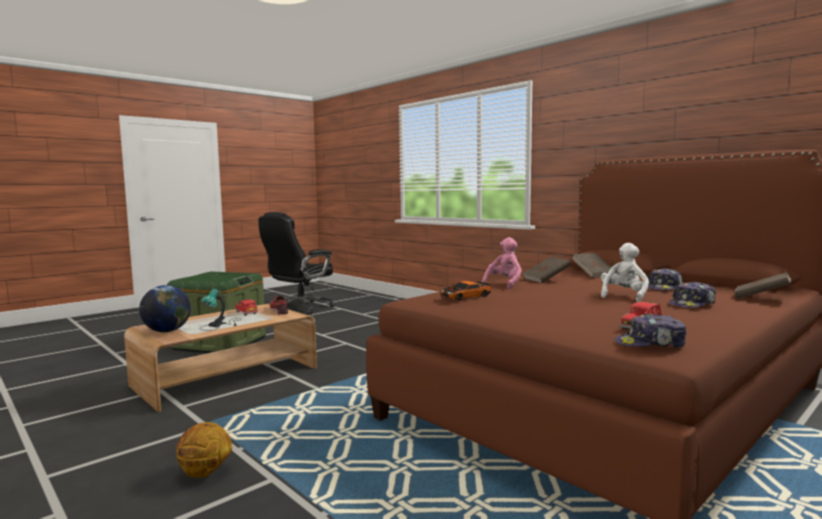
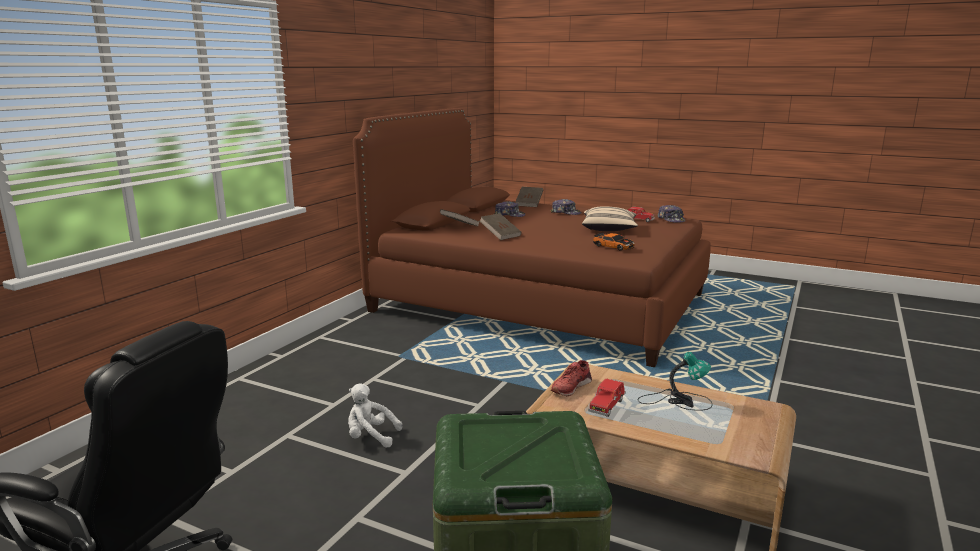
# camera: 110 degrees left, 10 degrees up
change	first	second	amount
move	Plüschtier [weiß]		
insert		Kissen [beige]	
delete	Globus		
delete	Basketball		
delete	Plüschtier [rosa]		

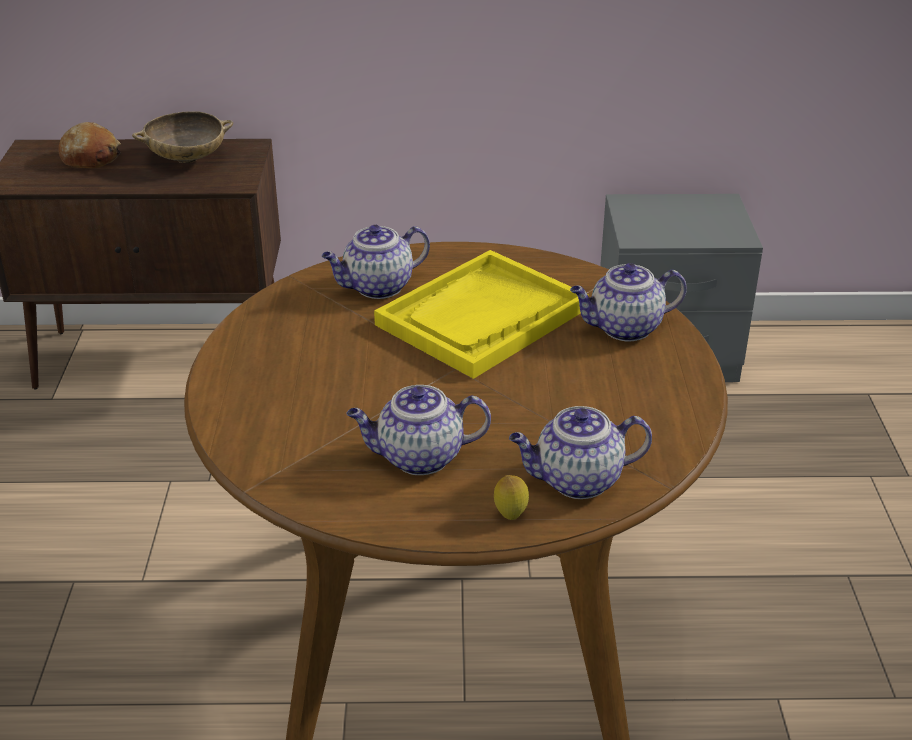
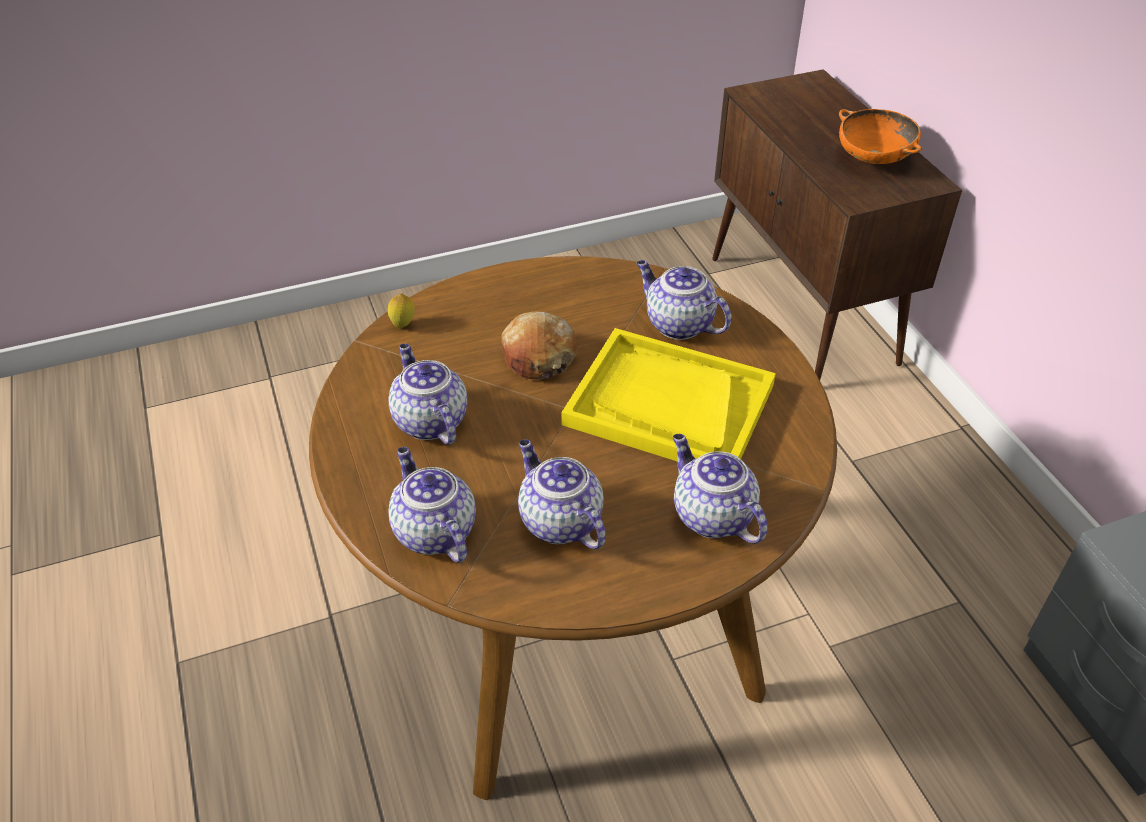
# camera: 70 degrees right, 10 degrees up
change	first	second	amount
move	Zitrone		
move	Brot		
insert		Teekanne (3rd from left)	
recolor	Schüssel [beige]	Schüssel [orange]	

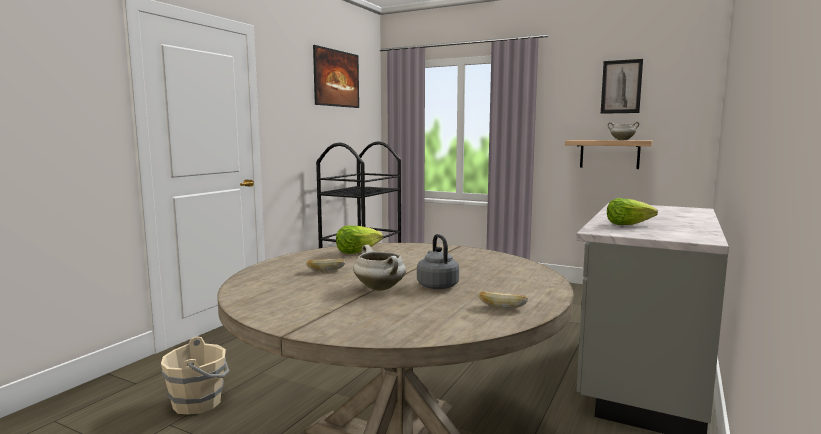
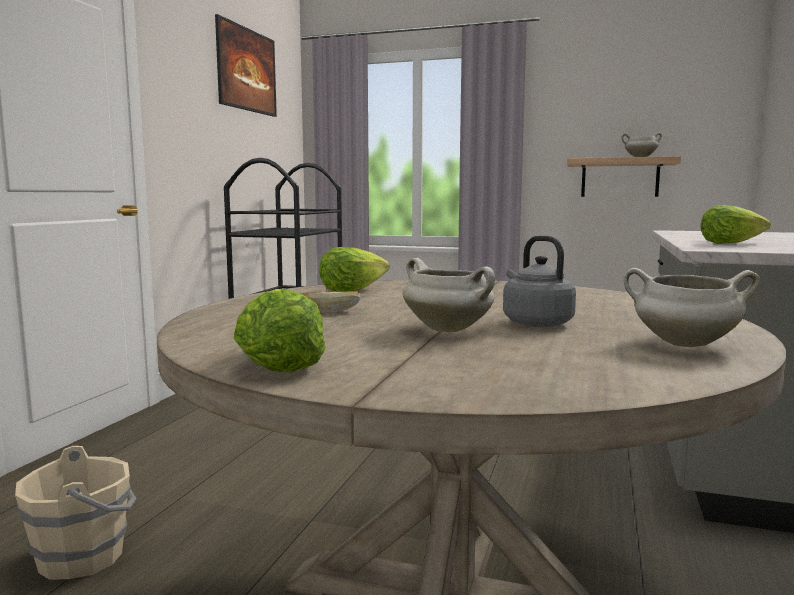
# camera: 10 degrees left, 0 degrees up
change	first	second	amount
insert		Salatkopf (1st from left)	
replace	Brot (2nd from left)	Kochtopf [weiß] (3rd from left)	
delete	Bild (2nd from left)		

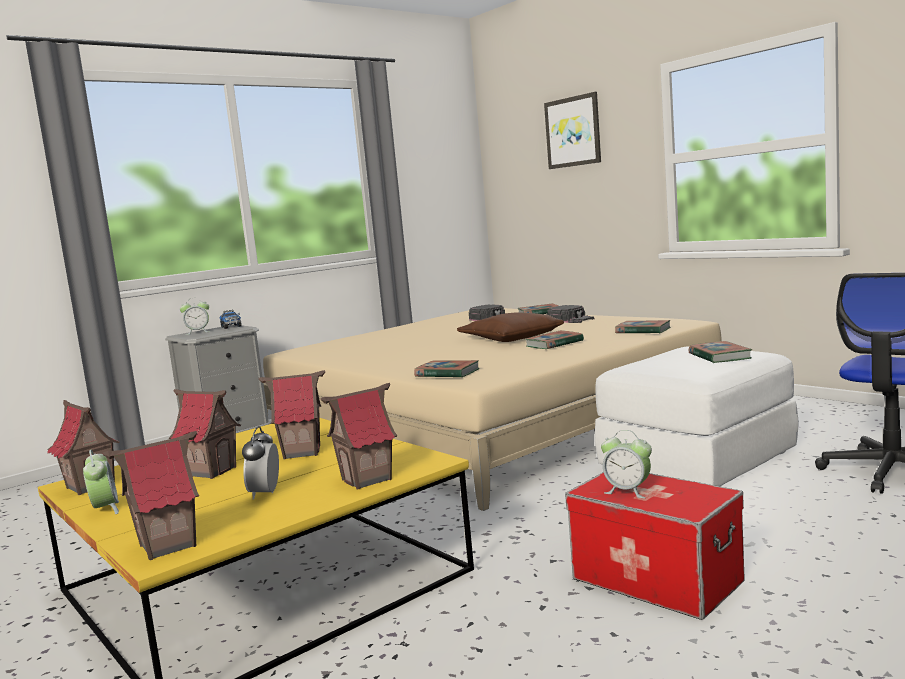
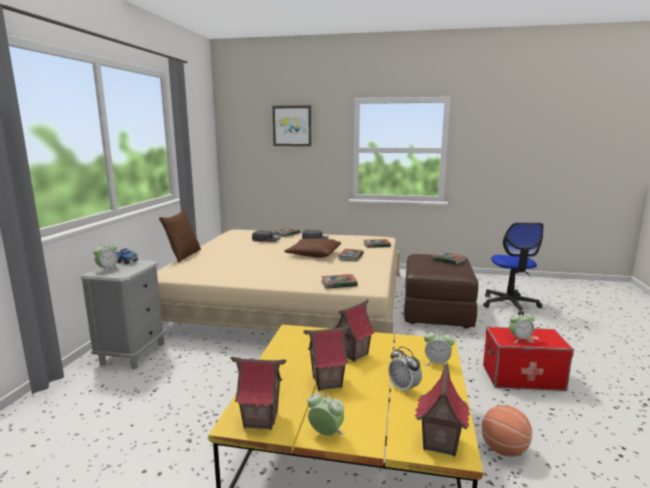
# camera: 40 degrees left, 5 degrees up
change	first	second	amount
insert		Kissen [braun] (1st from left)	
recolor	Polsterhocker [weiß]	Polsterhocker [braun]	
replace	Spielzeughaus (5th from left)	Wecker (4th from left)	
insert		Basketball	

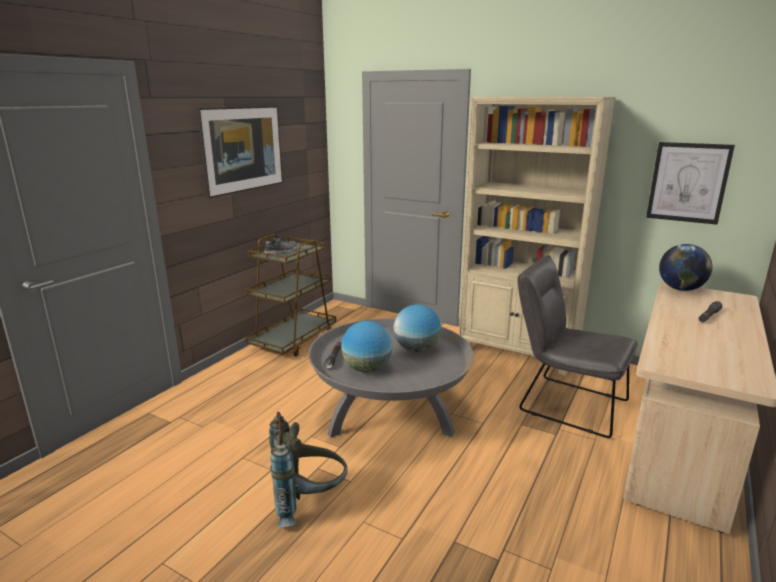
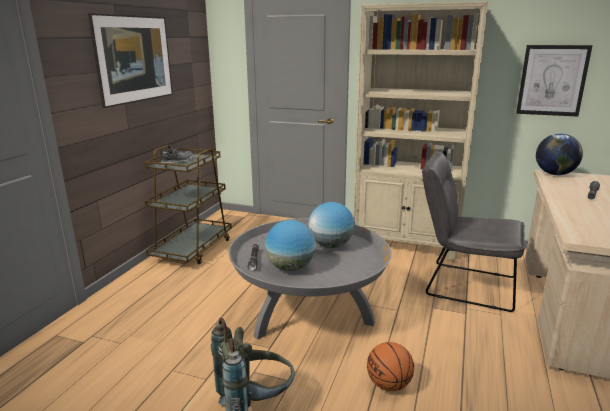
# camera: 10 degrees left, 0 degrees up
change	first	second	amount
insert		Basketball	

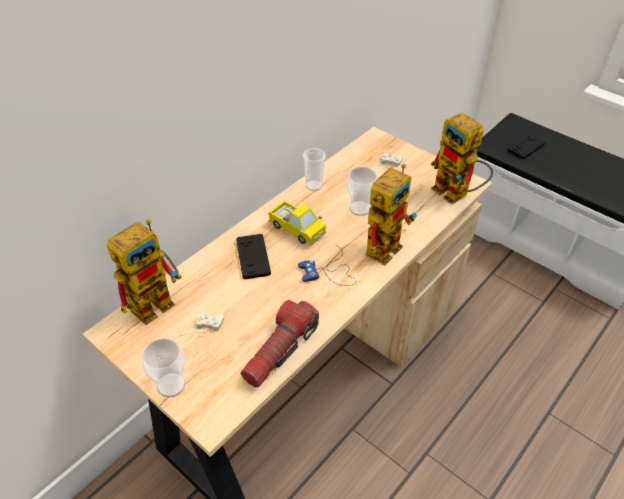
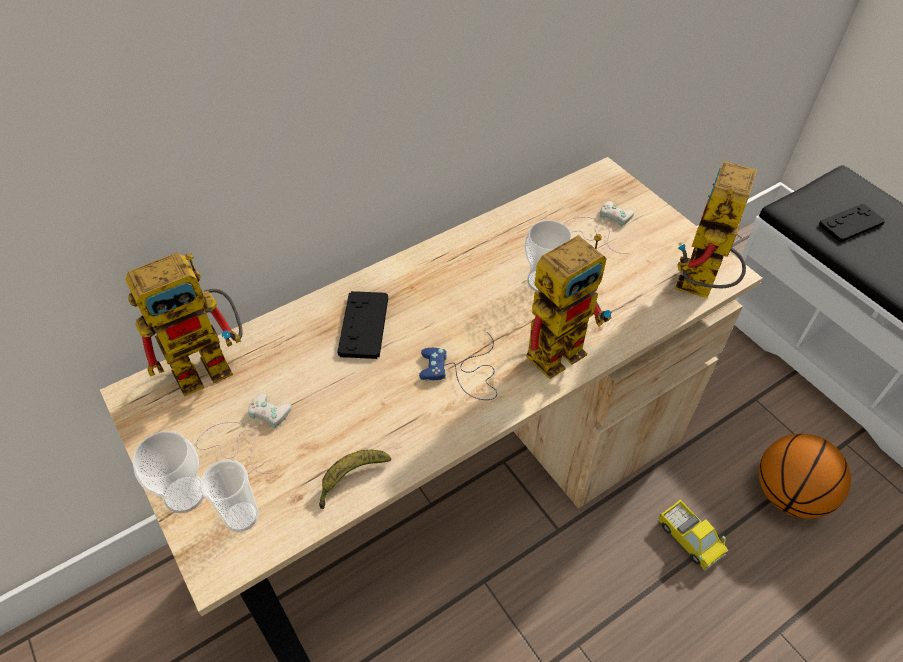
# camera: 15 degrees right, 5 degrees up
change	first	second	amount
move	Tasse (2nd from left)		
replace	Taschenlampe	Banane	
move	Spielzeuglaster		
rotate	Spielzeugroboter (3rd from left)		45 degrees clockwise
insert		Basketball	

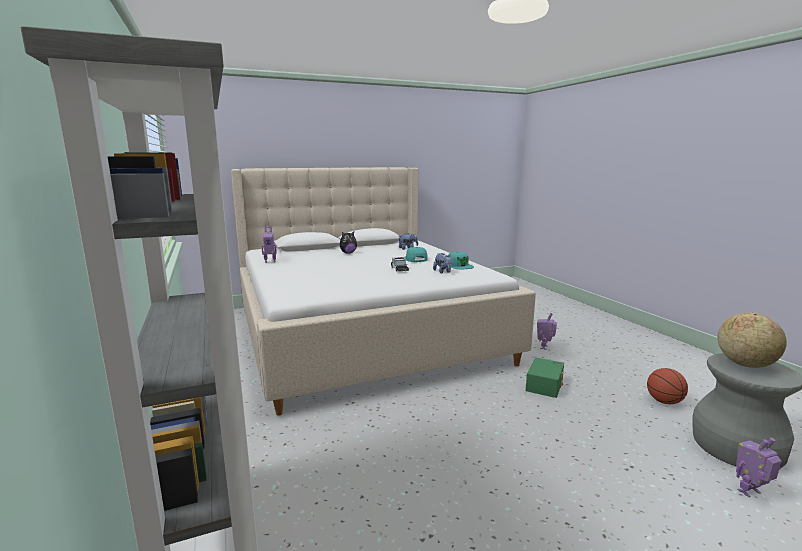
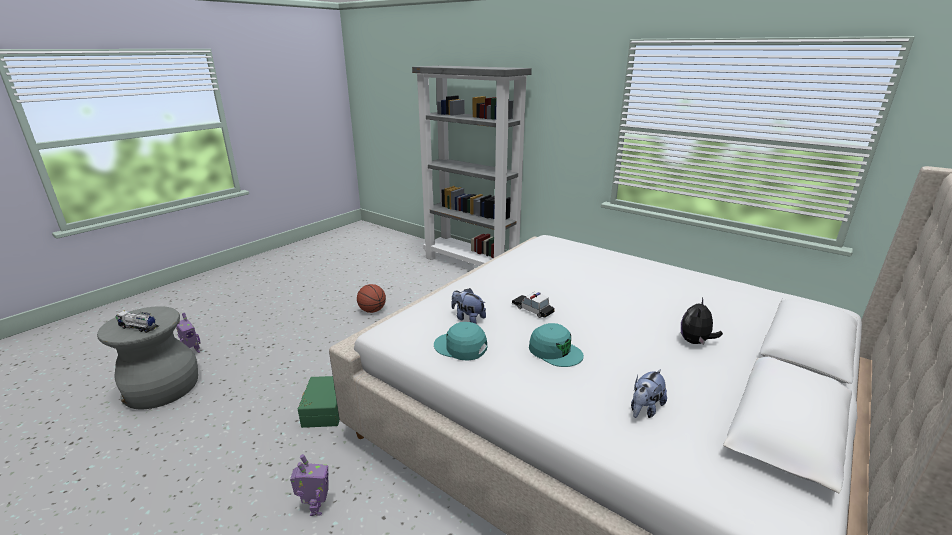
# camera: 150 degrees right, 10 degrees up
change	first	second	amount
replace	Globus	Spielzeuglaster	
move	Basketball		
delete	Spielzeugroboter (1st from left)		

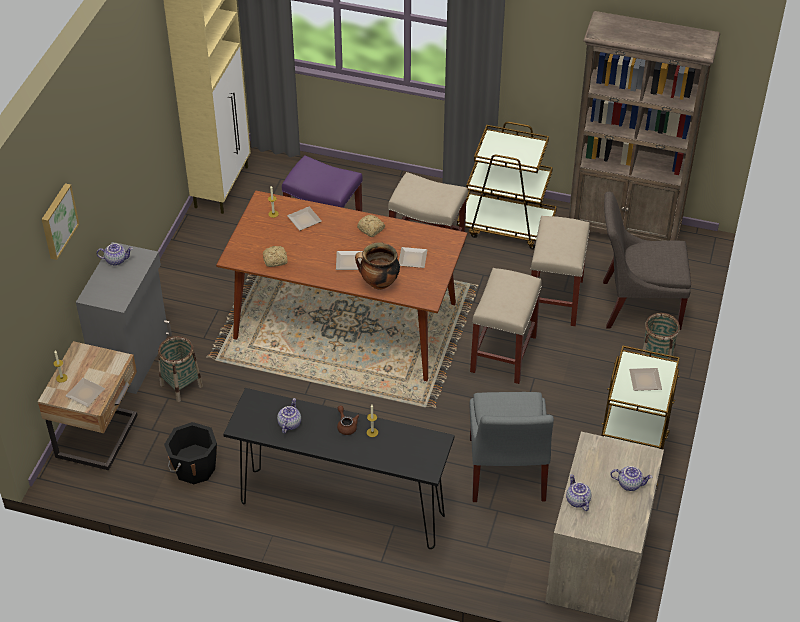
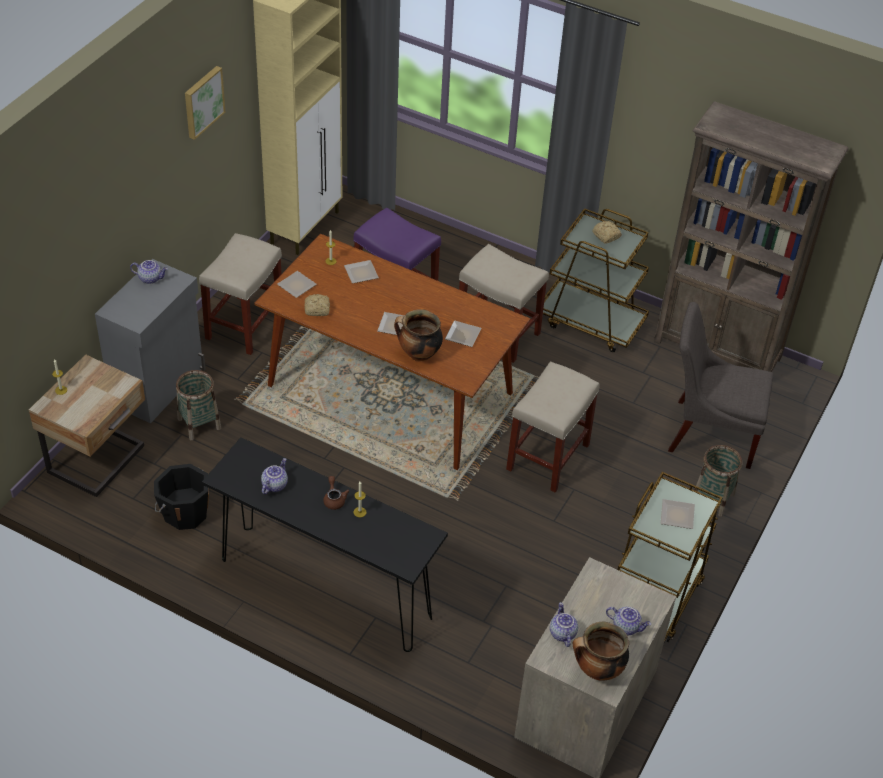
# camera: 10 degrees right, 0 degrees up
change	first	second	amount
move	Bild		
move	Hocker [beige] (3rd from left in the first image)	Hocker [beige] (1st from left)	
move	Teller (1st from left)		
insert		Kochtopf (2nd from left)	
move	Brot (2nd from left)		
delete	Stuhl [grau] (1st from left)		

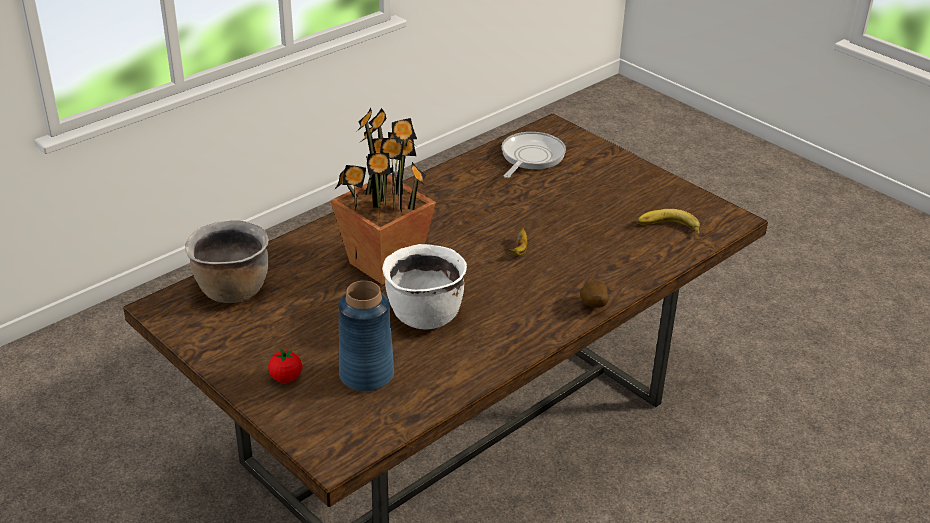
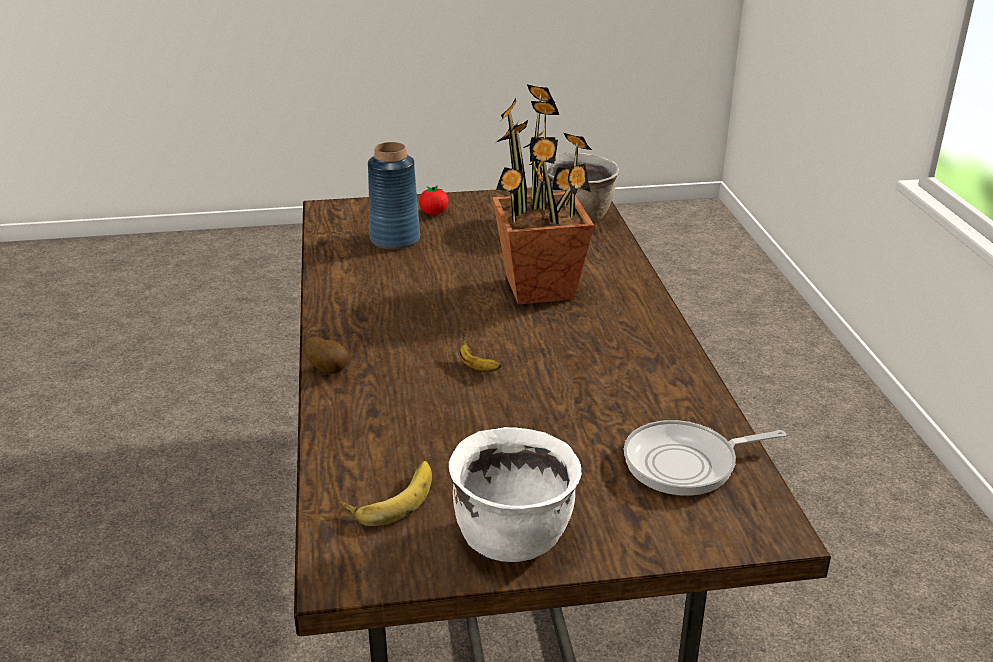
# camera: 125 degrees right, 5 degrees down
change	first	second	amount
move	Kochtopf [weiß]		
rotate	Pfanne		105 degrees clockwise

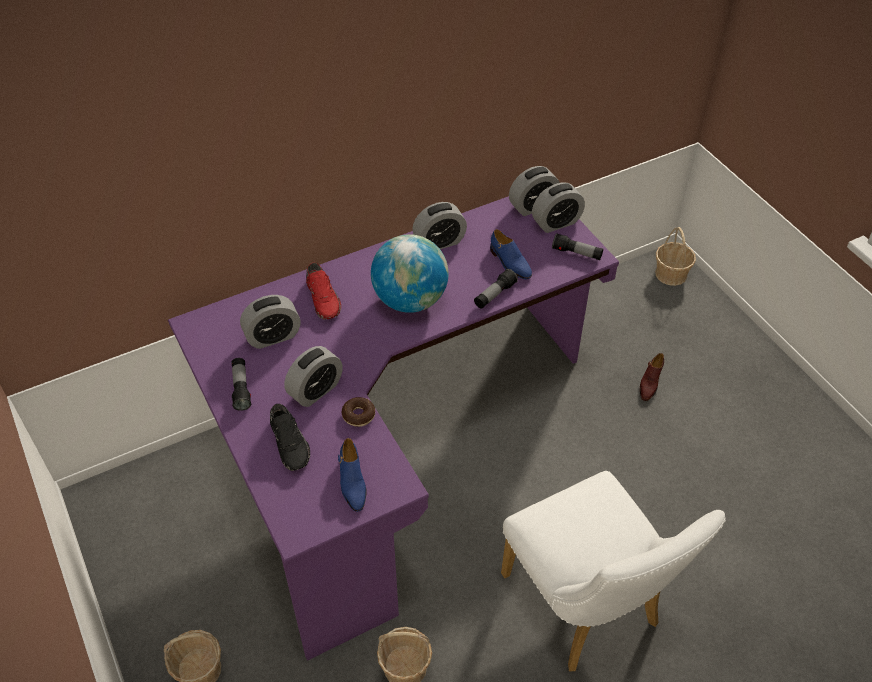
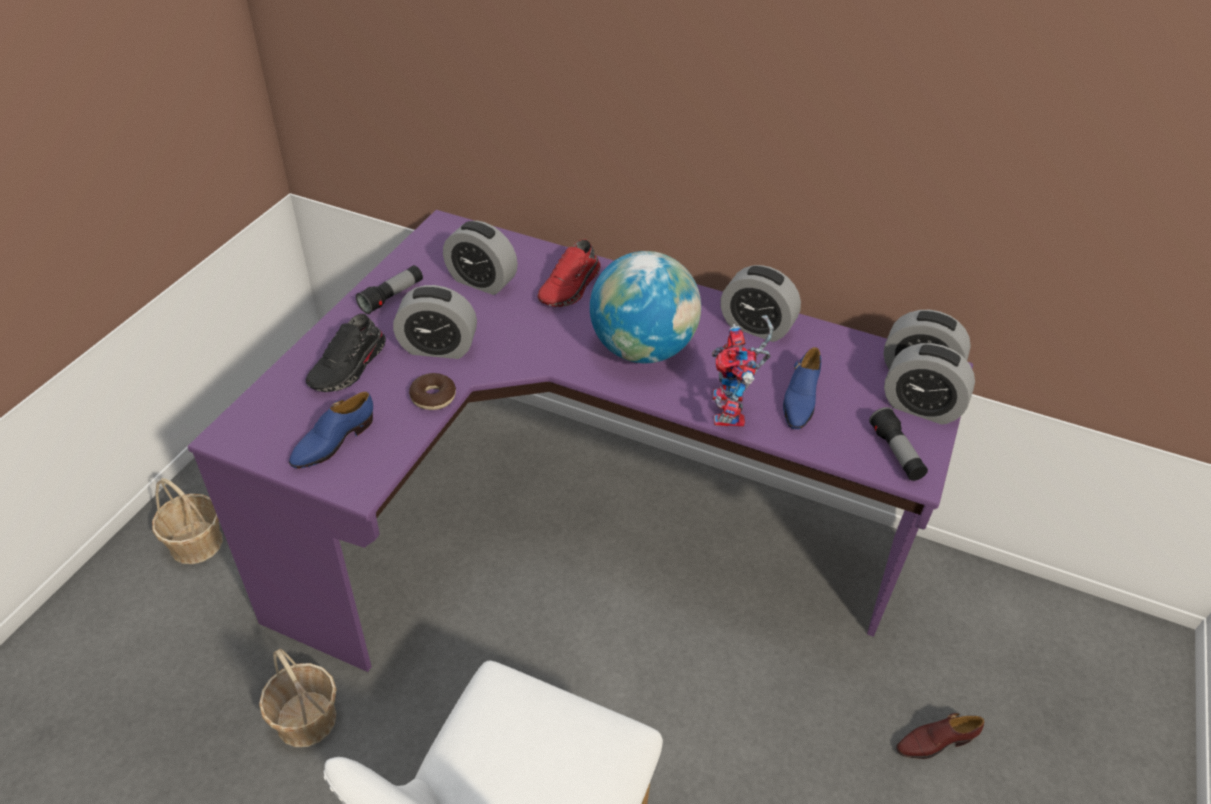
# camera: 50 degrees right, 5 degrees down
change	first	second	amount
replace	Taschenlampe (2nd from left)	Spielzeugroboter	
delete	Korb (3rd from left)		

